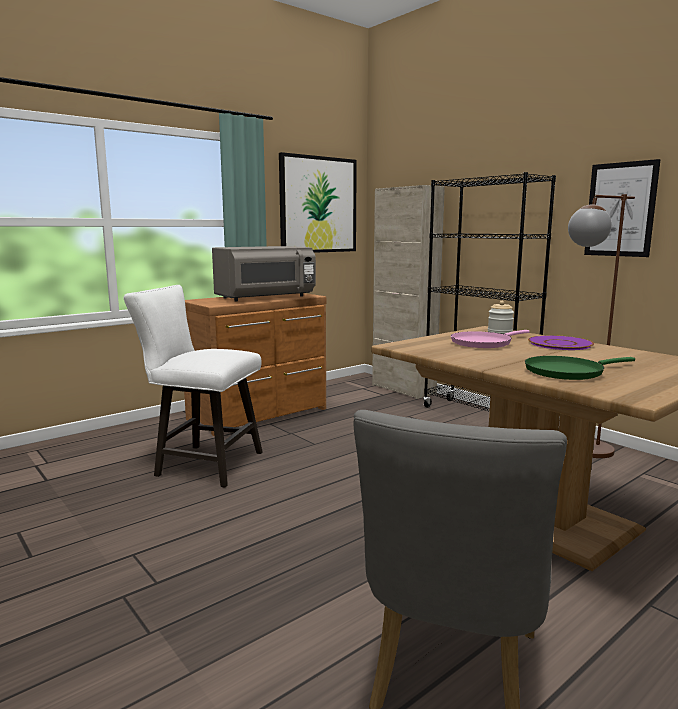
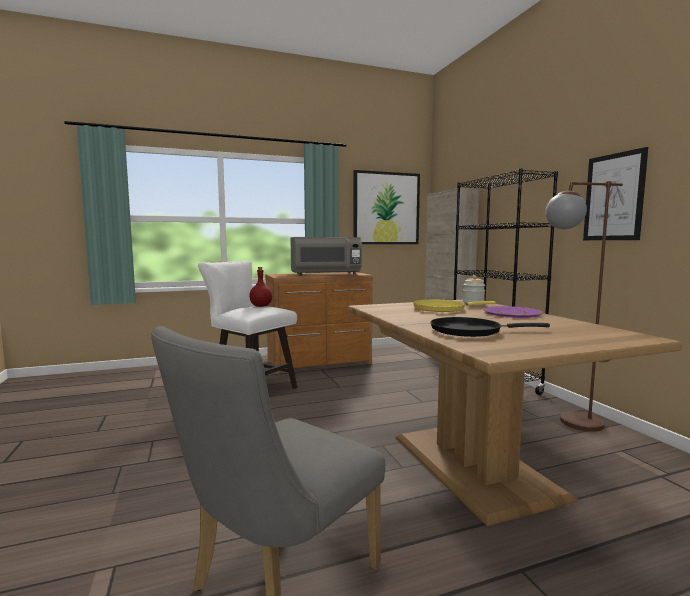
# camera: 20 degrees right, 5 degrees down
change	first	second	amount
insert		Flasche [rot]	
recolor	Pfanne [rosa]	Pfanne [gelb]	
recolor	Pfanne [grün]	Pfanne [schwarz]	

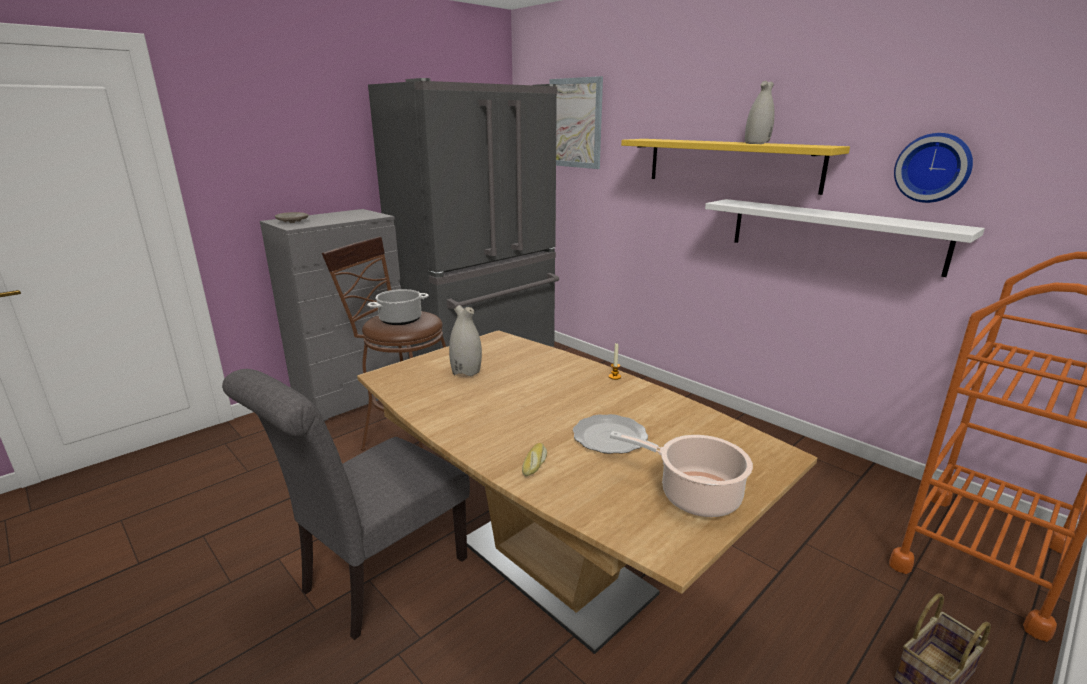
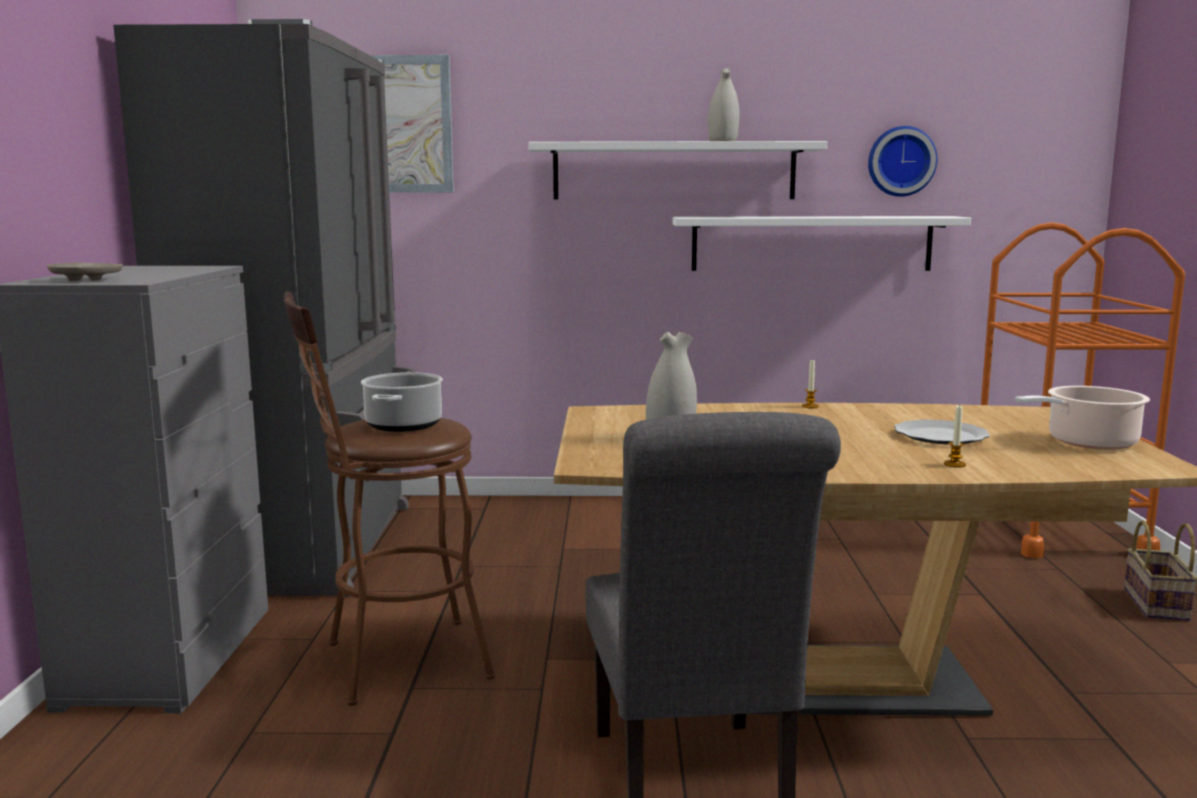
# camera: 45 degrees left, 10 degrees down
change	first	second	amount
recolor	Wandregal [gelb]	Wandregal [weiß] (1st from left)	
replace	Brot	Kerze (2nd from left)	

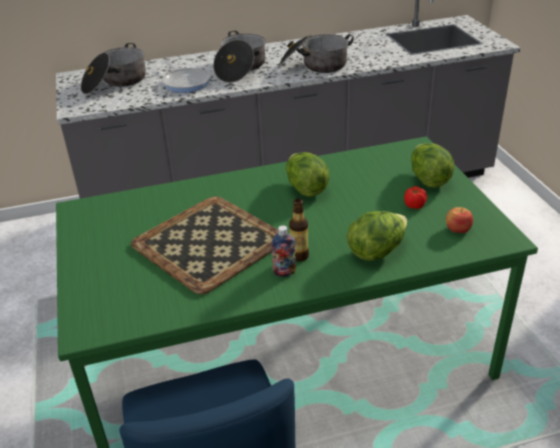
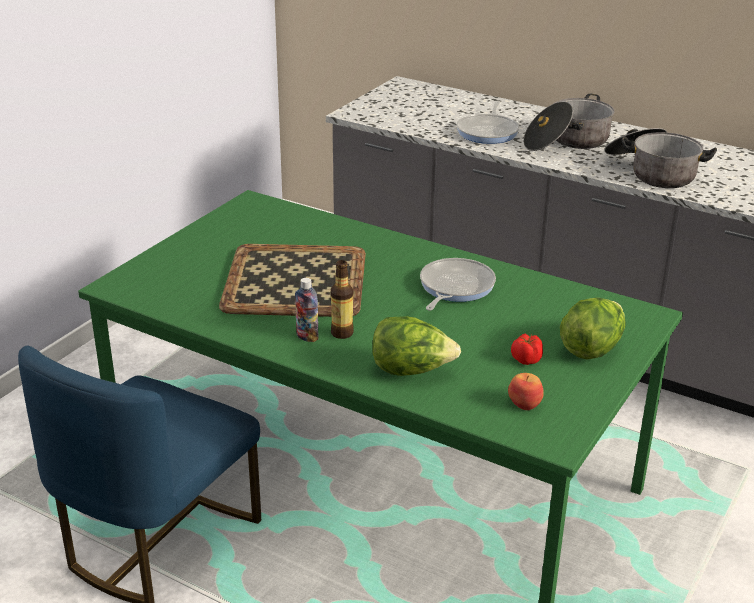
# camera: 45 degrees right, 5 degrees down
change	first	second	amount
replace	Salatkopf (1st from left)	Pfanne (1st from left)	
delete	Kochtopf (1st from left)		

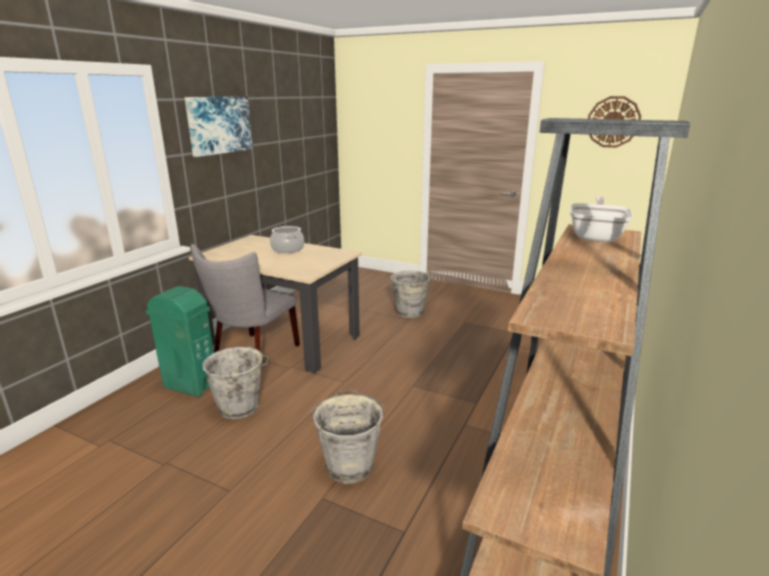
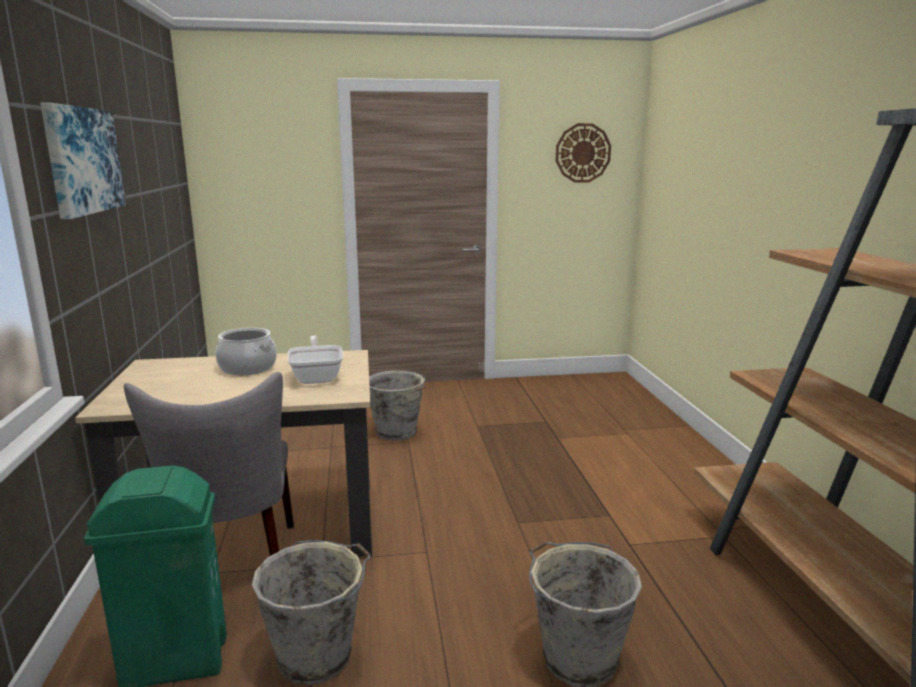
# camera: 35 degrees left, 5 degrees down
change	first	second	amount
move	Pfanne		

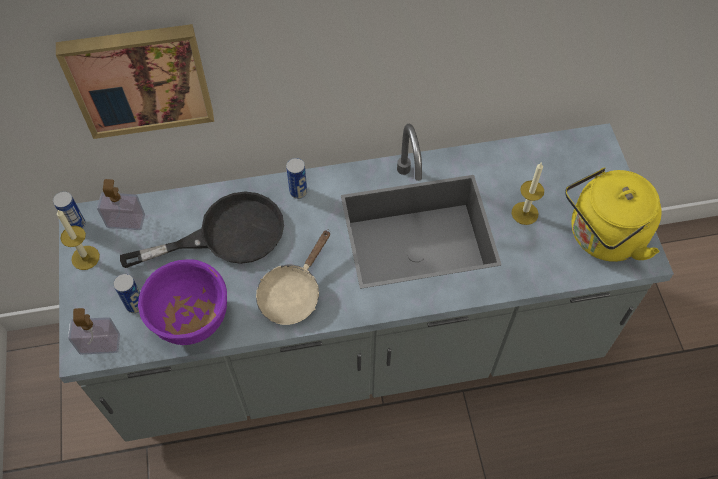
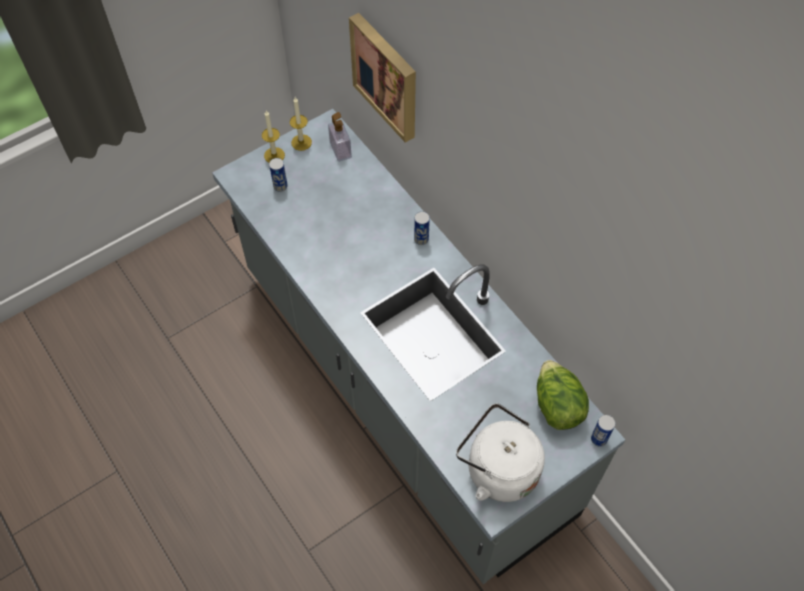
# camera: 65 degrees right, 0 degrees up
change	first	second	amount
move	Kerze (2nd from left in the first image)	Kerze (1st from left)	
recolor	Wasserkessel [gelb]	Wasserkessel [weiß]	
insert		Salatkopf	
move	Dose (1st from left in the first image)	Dose (3rd from left)	
delete	Seifenspender (1st from left)		
delete	Pfanne [schwarz]		
delete	Schüssel [lila]		
delete	Pfanne [beige]		

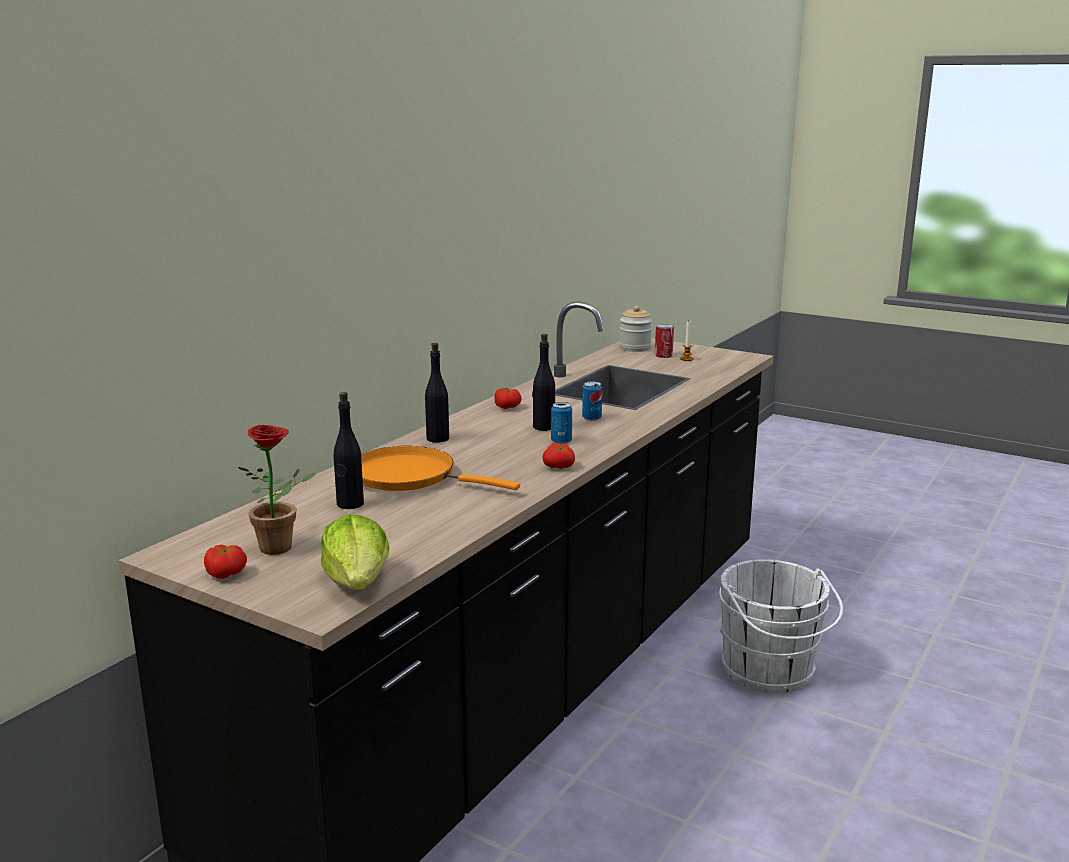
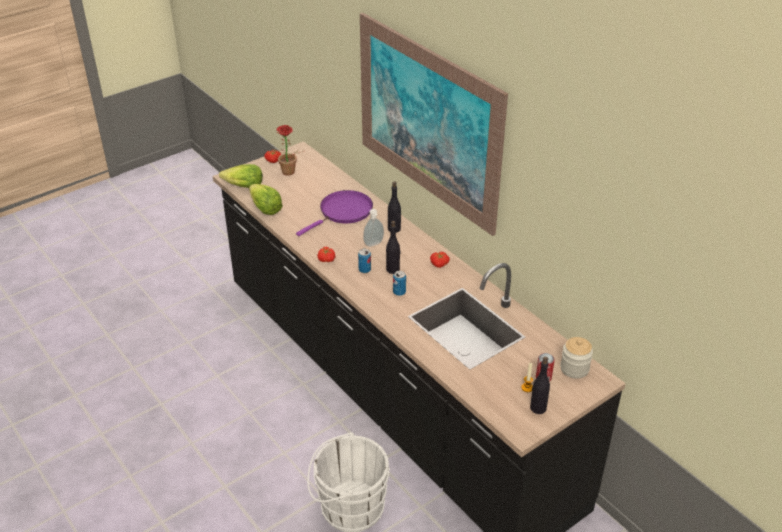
# camera: 110 degrees right, 20 degrees up
change	first	second	amount
insert		Salatkopf (2nd from left)	
recolor	Pfanne [orange]	Pfanne [lila]	
insert		Bild	
insert		Seifenspender	
move	Flasche [schwarz] (1st from left in the first image)	Flasche [schwarz] (3rd from left)	

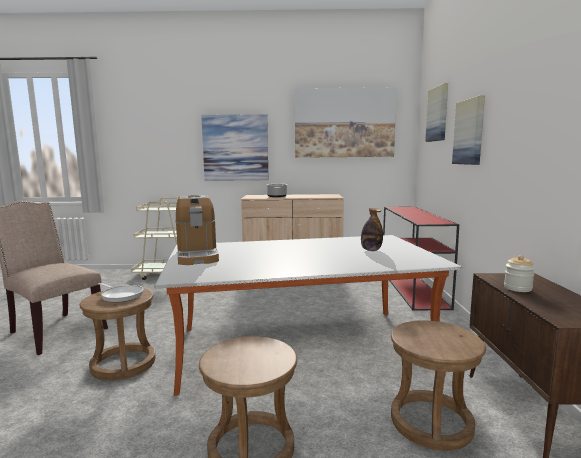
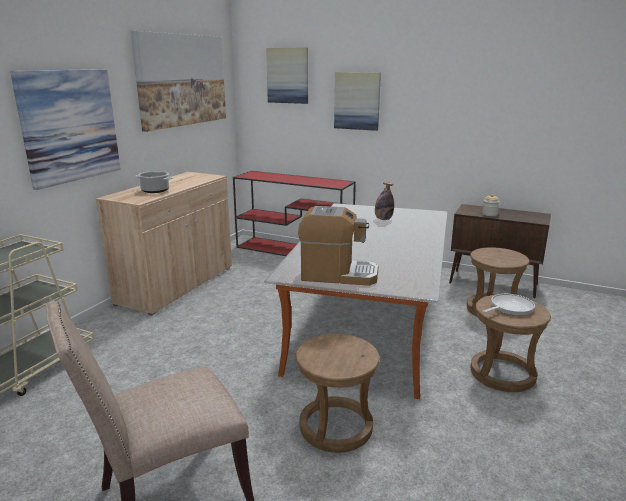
# camera: 65 degrees left, 10 degrees up
change	first	second	amount
move	Pfanne		

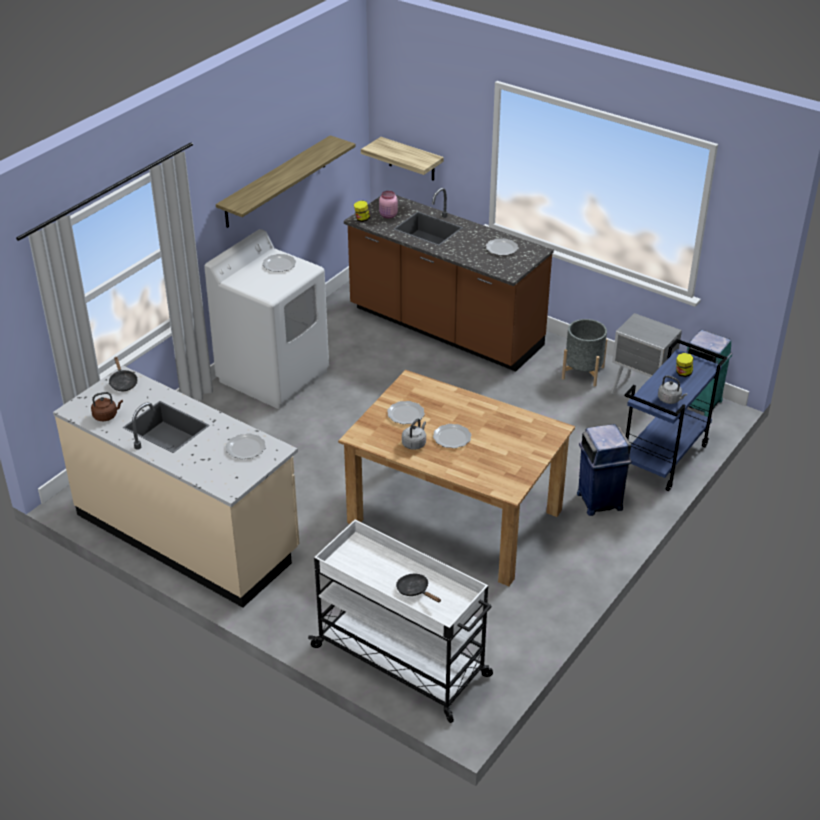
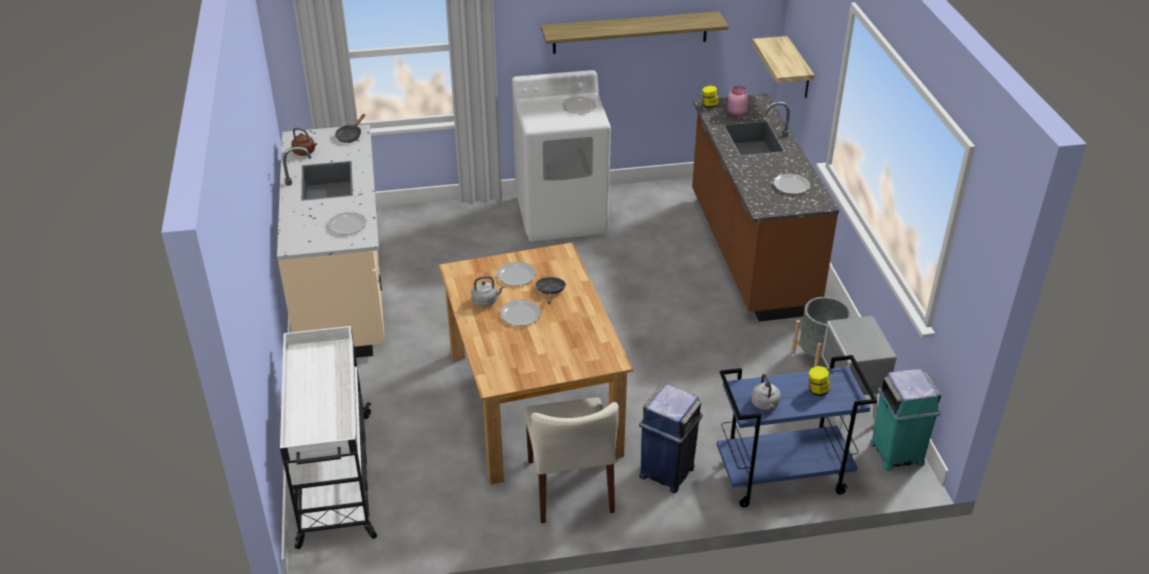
# camera: 45 degrees right, 0 degrees up
change	first	second	amount
insert		Stuhl [beige]	
move	Pfanne [schwarz] (2nd from left)		

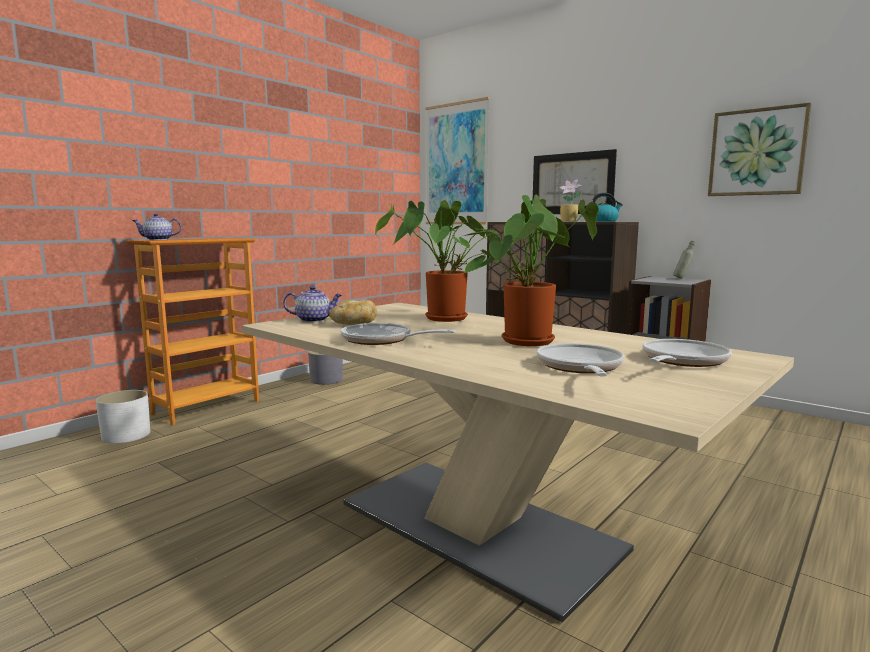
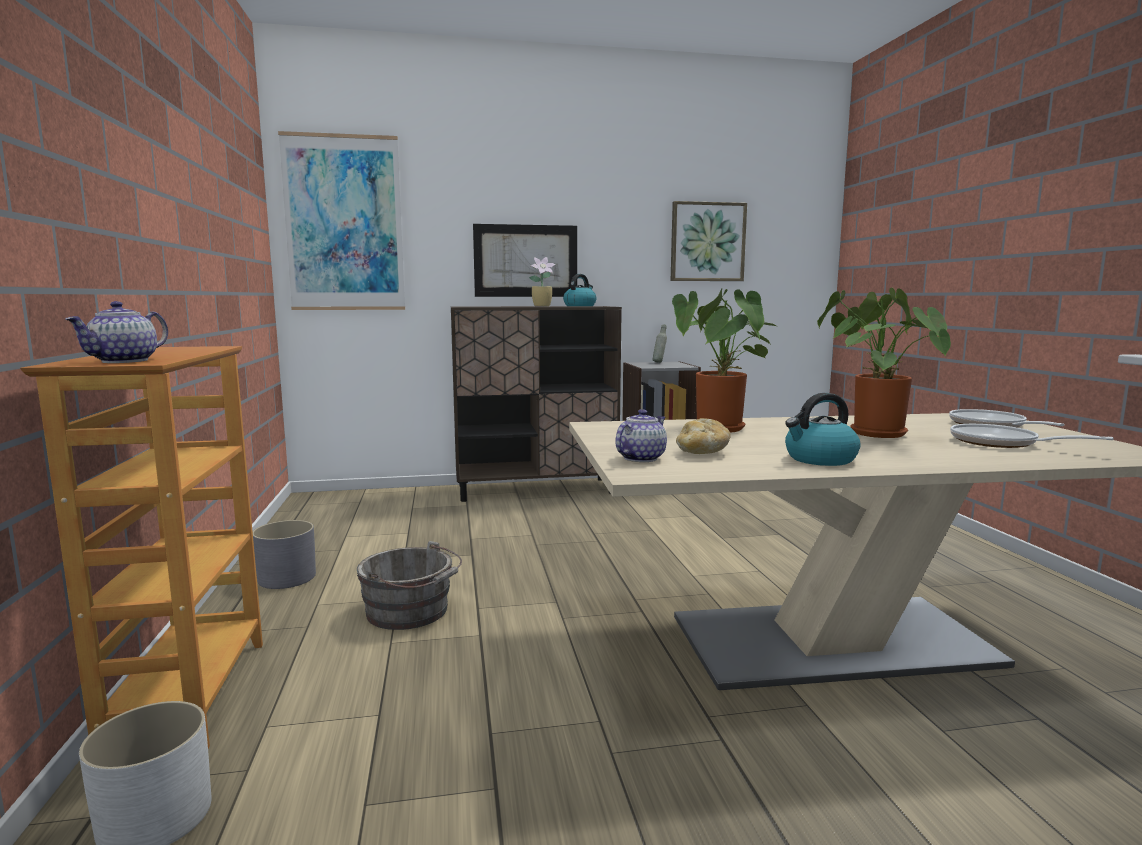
# camera: 50 degrees left, 0 degrees up
change	first	second	amount
insert		Eimer [grau]	
replace	Pfanne (1st from left)	Wasserkessel (2nd from left)	

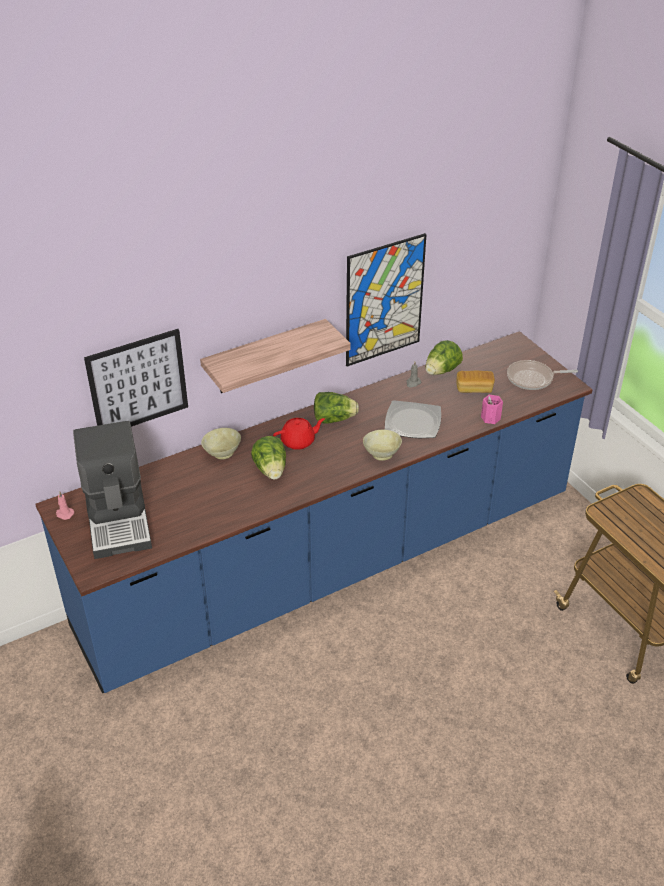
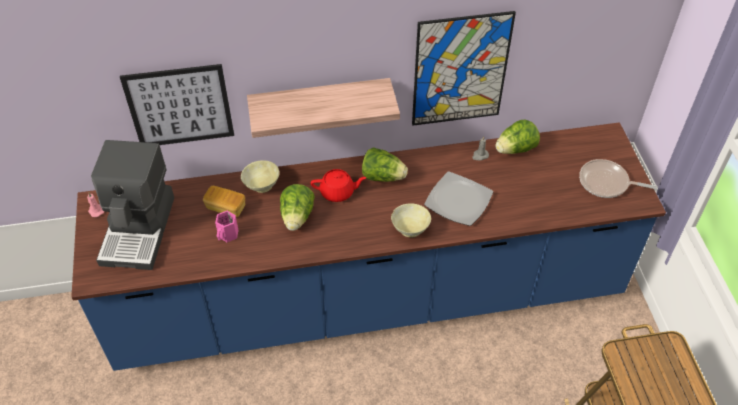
# camera: 20 degrees right, 10 degrees up
change	first	second	amount
move	Brot		
move	Henkelbecher [rosa]		

